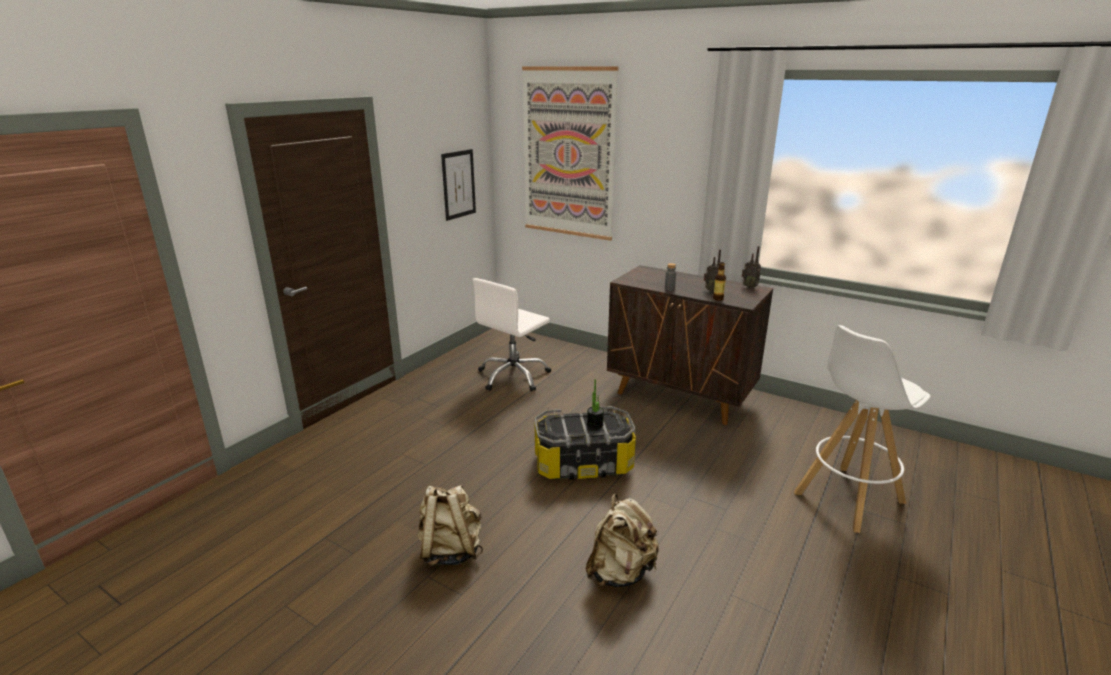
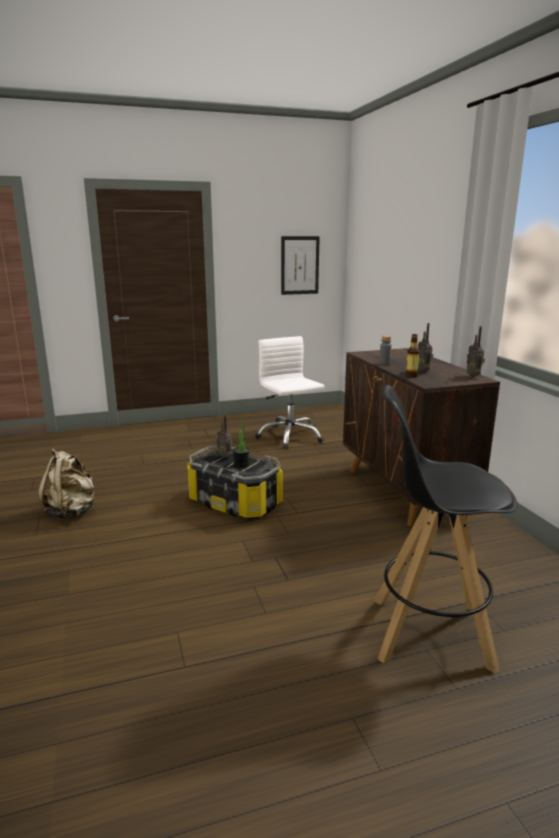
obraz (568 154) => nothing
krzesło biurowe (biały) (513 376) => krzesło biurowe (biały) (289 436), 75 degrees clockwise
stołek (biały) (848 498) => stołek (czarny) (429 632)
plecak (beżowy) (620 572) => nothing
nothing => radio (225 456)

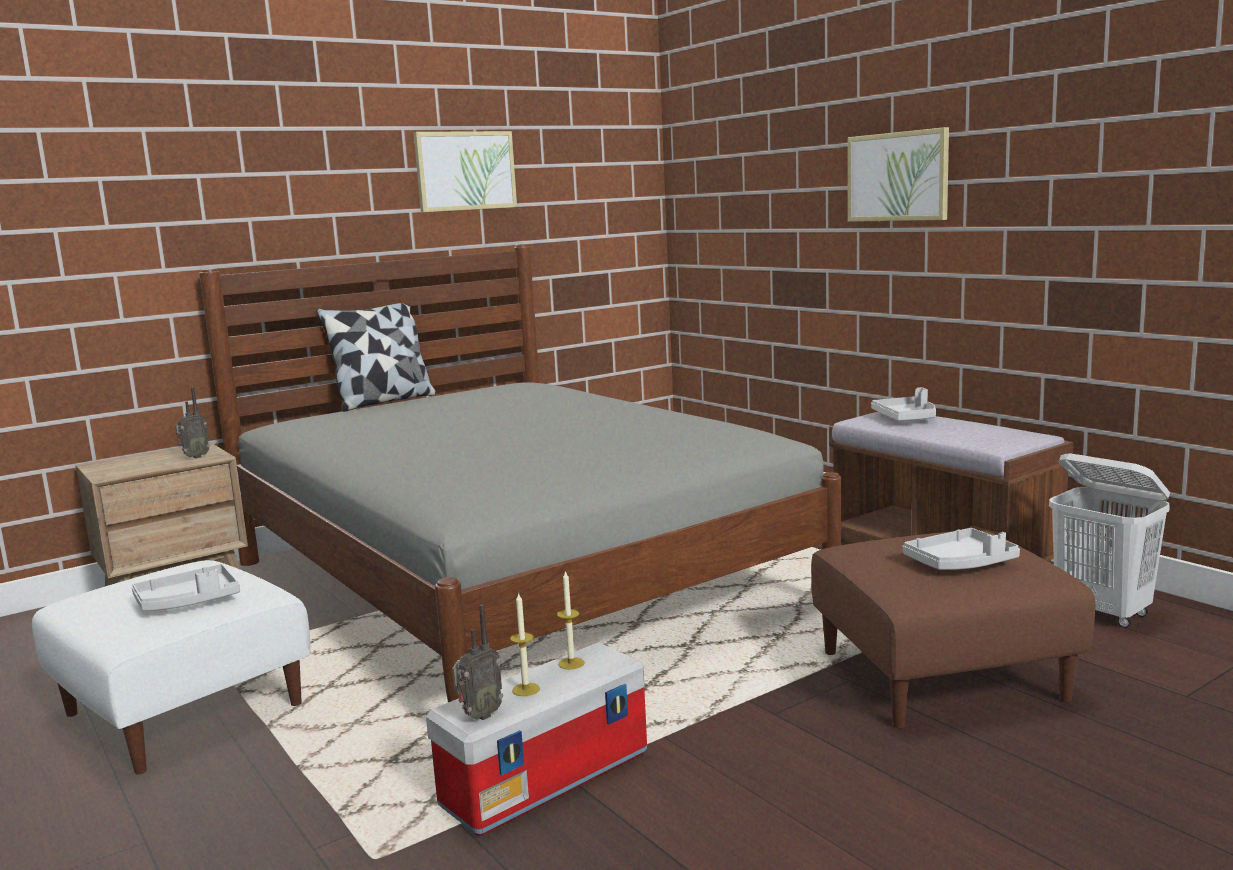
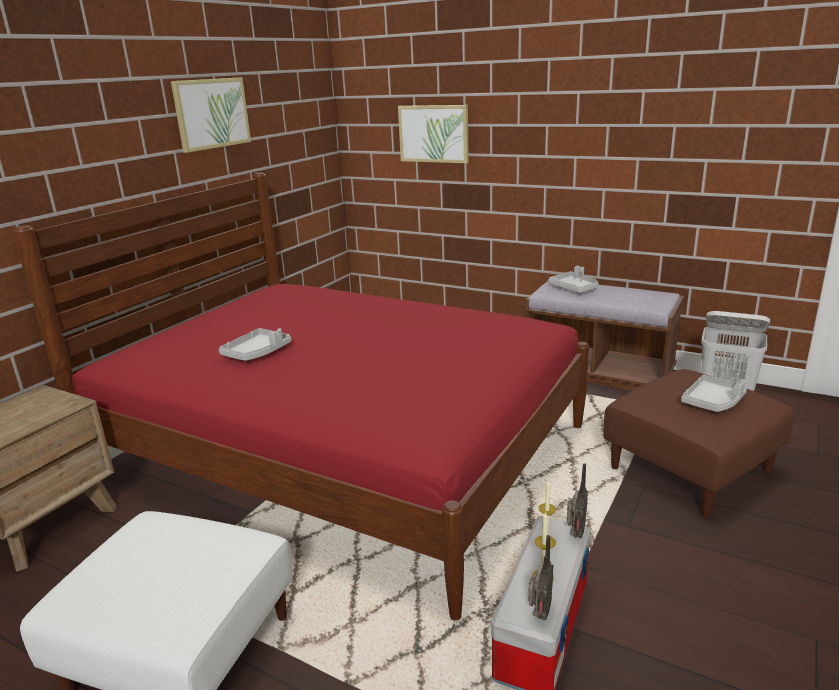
obraz (898 176) => obraz (433 134), shifted
łóżko (szary) (512 582) => łóżko (czerwony) (343 452)
poduszka (383 401) => nothing
radio (194 457) => radio (575 534), shifted
taca (szary) (189 602) => taca (szary) (257 353), shifted

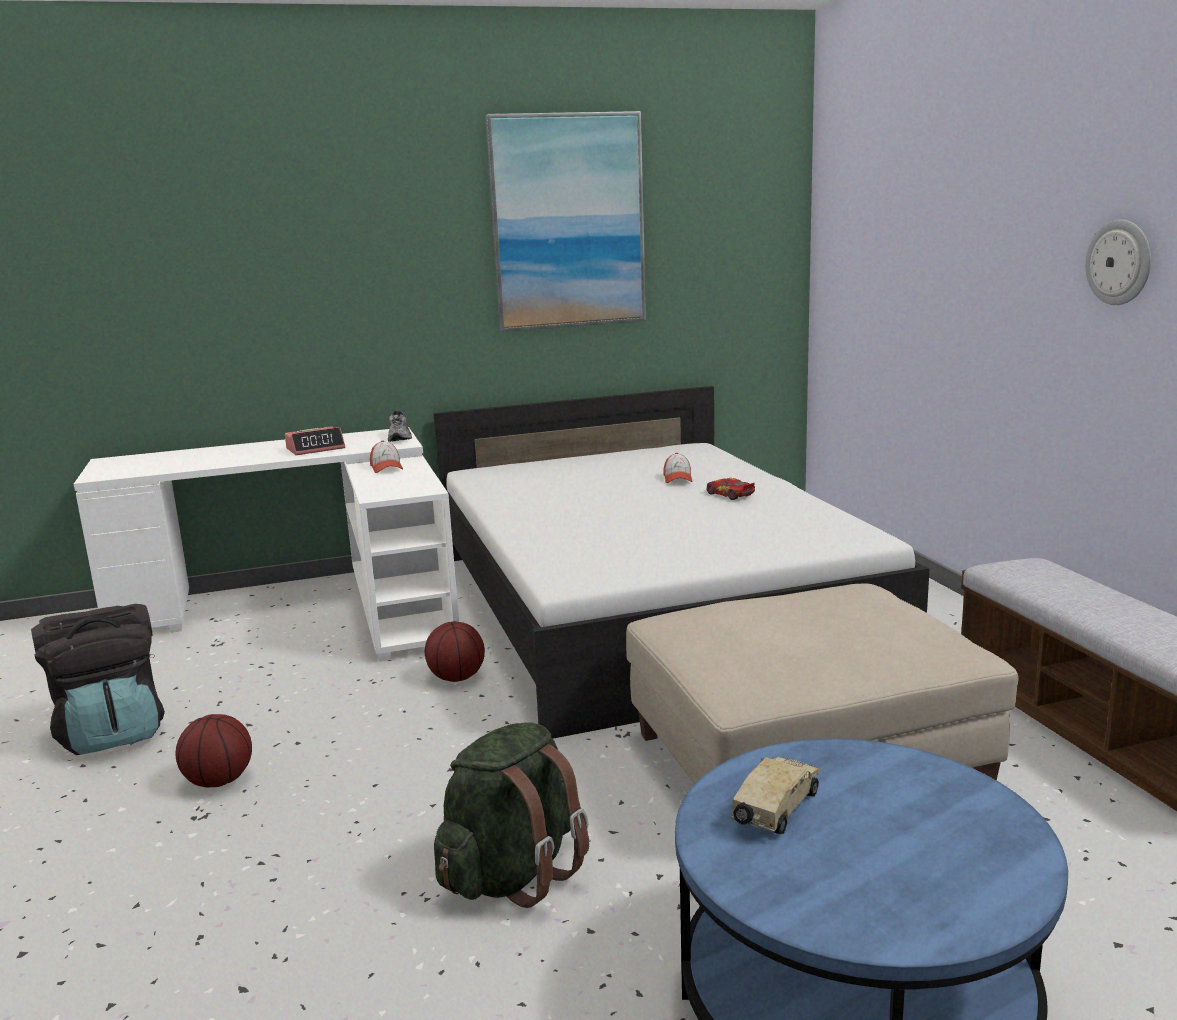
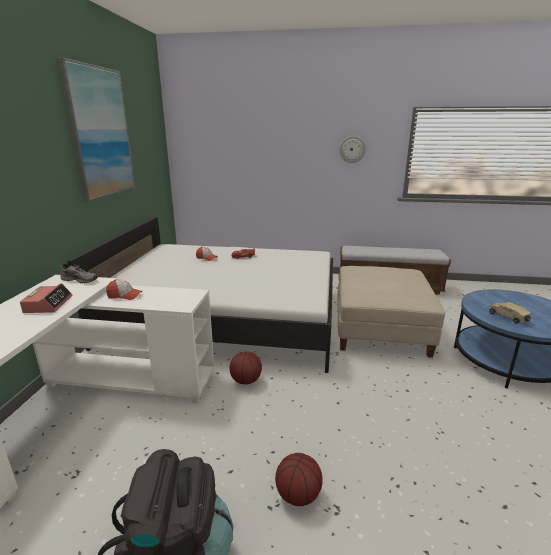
plecak (zielony) (513 874) => nothing

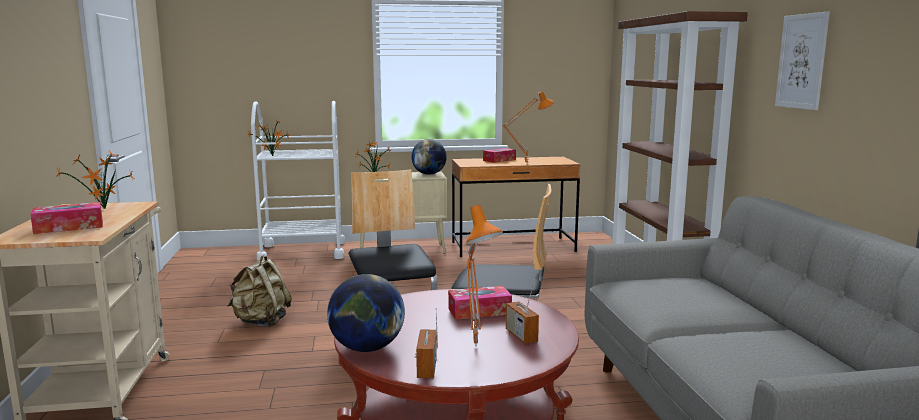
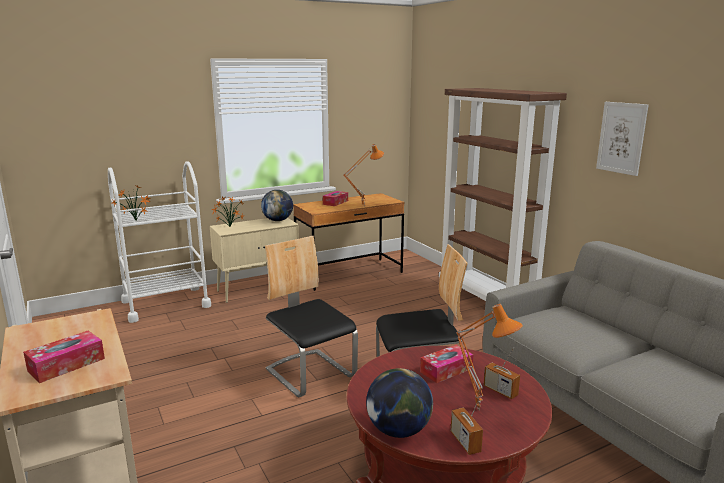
roślina doniczkowa (103 210) => nothing
plecak (beżowy) (261 322) => nothing

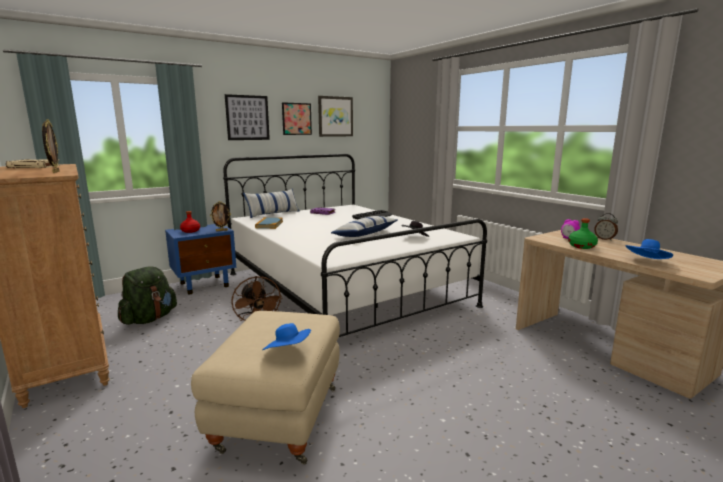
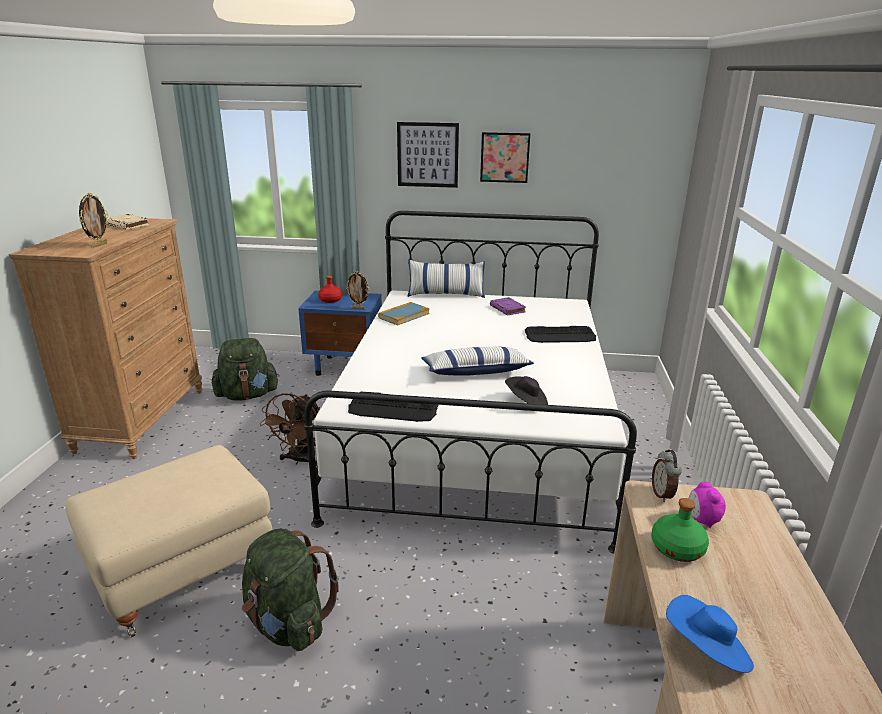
obraz (335 116) => nothing
budzik (604 239) => budzik (663 494), shifted
kapelusz (niebieski) (288 352) => nothing
nothing => klawiatura (393 408)
nothing => plecak (zielony) (288 623)

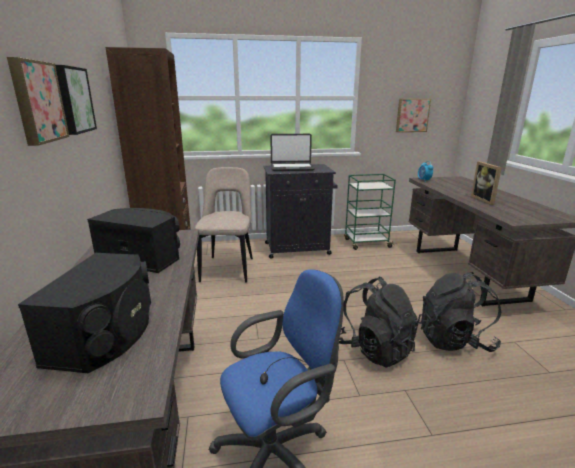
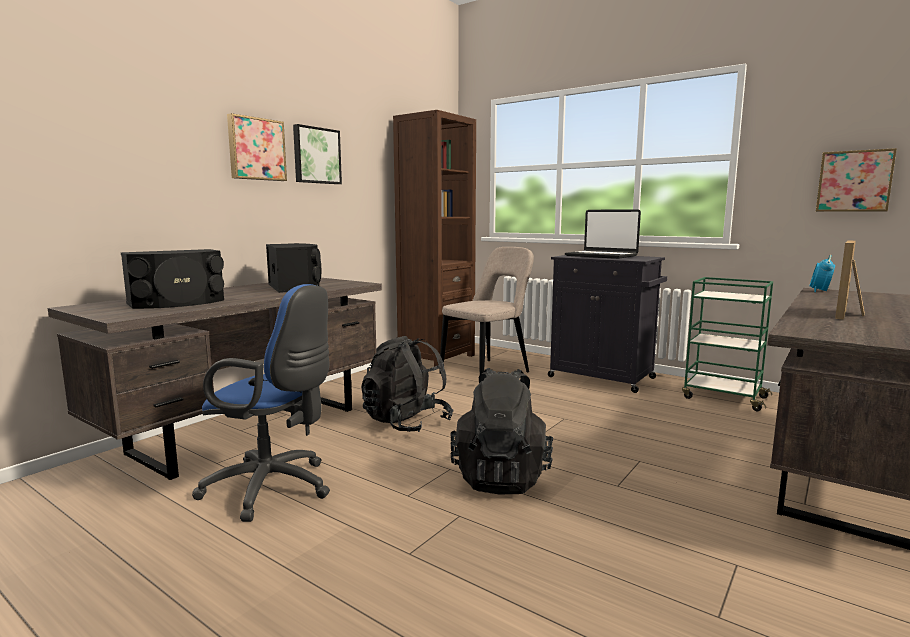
plecak (czarny) (454 340) => plecak (czarny) (406 422), shifted

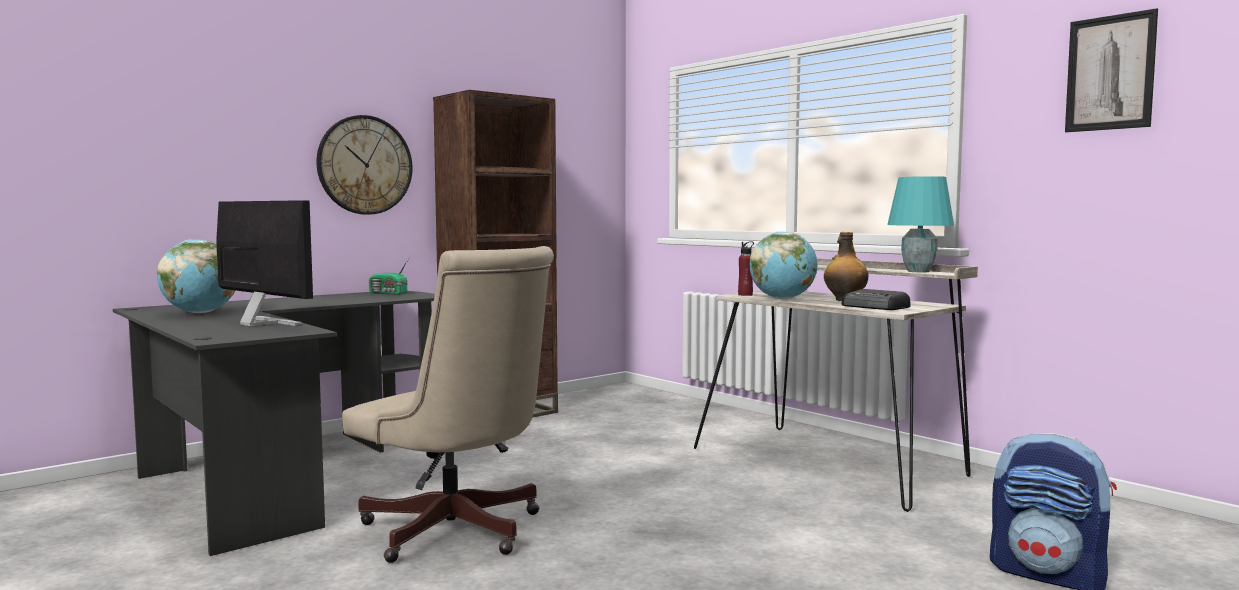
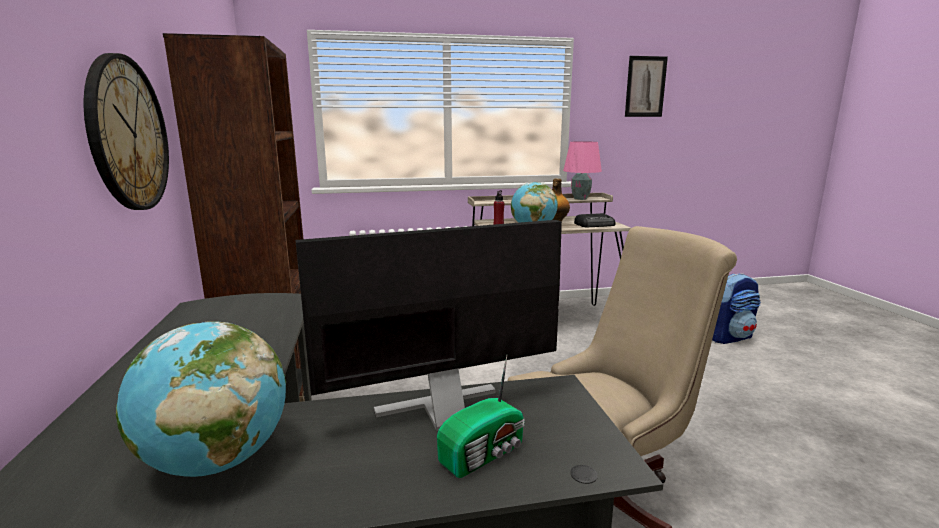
lampa stołowa (turkusowy) (918 271) => lampa stołowa (różowy) (581 199)
radio (388 293) => radio (485 453), shifted

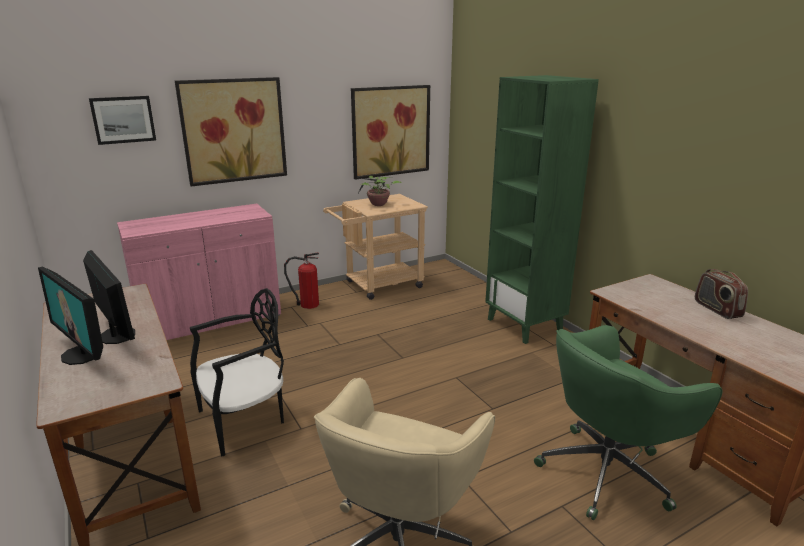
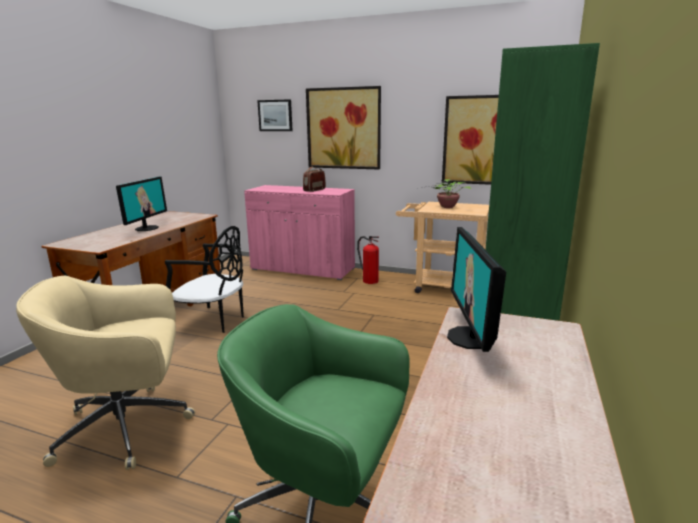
monitor (82 354) => monitor (470 338), shifted
radio (717 309) => radio (314 190), shifted

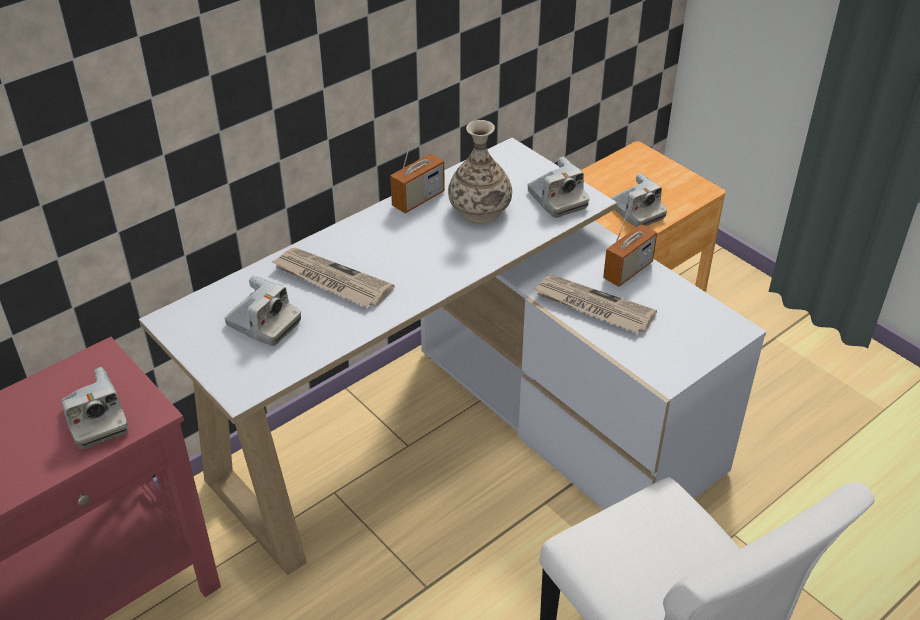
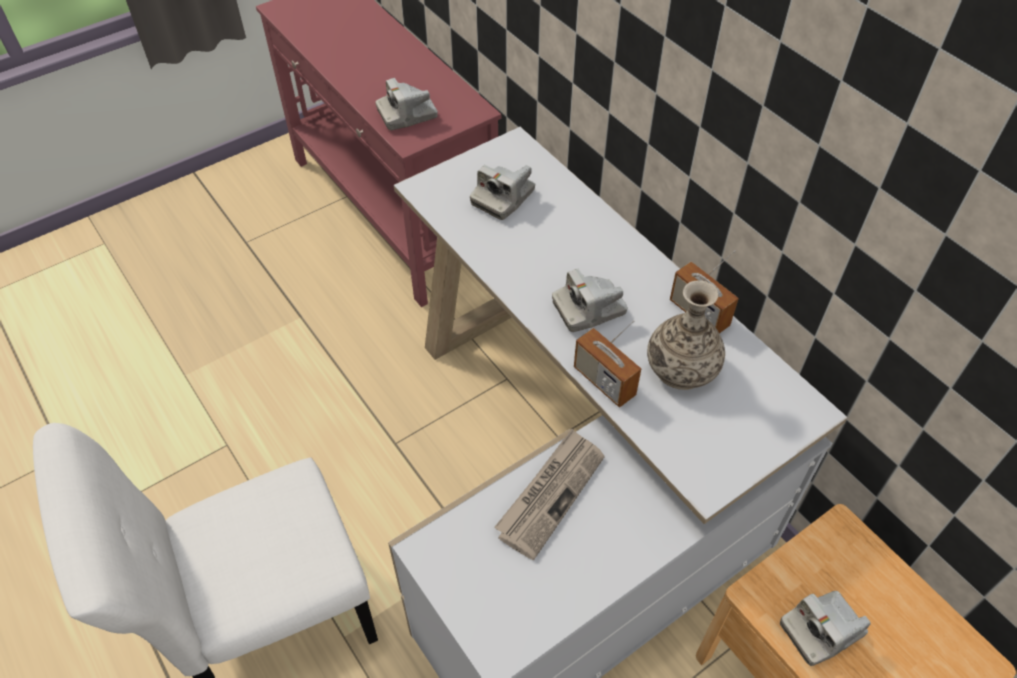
aparat fotograficzny (557 200) => aparat fotograficzny (589 309), shifted
radio (628 271) => radio (604 381), shifted
gazeta (331 280) => nothing

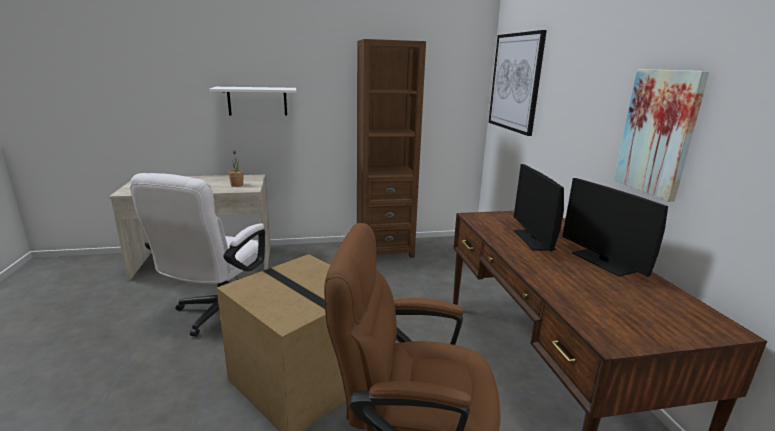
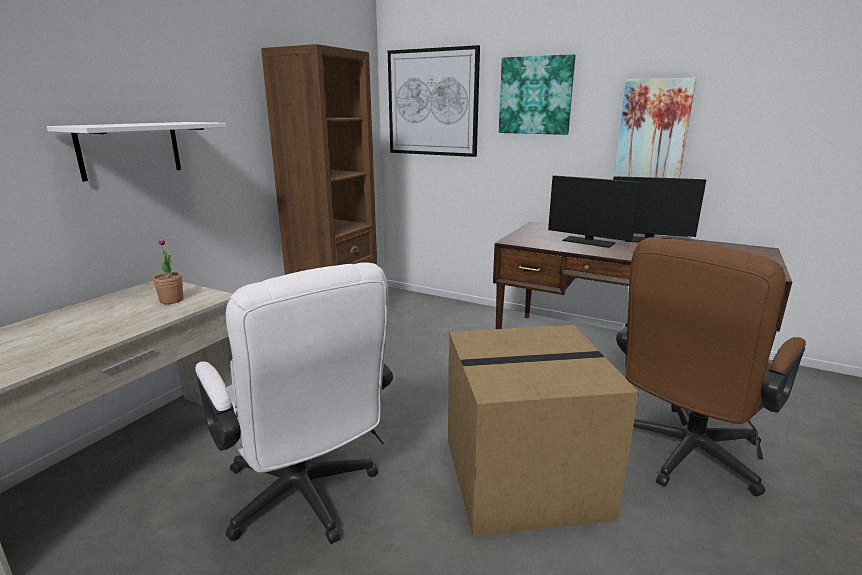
nothing => obraz (535 95)

